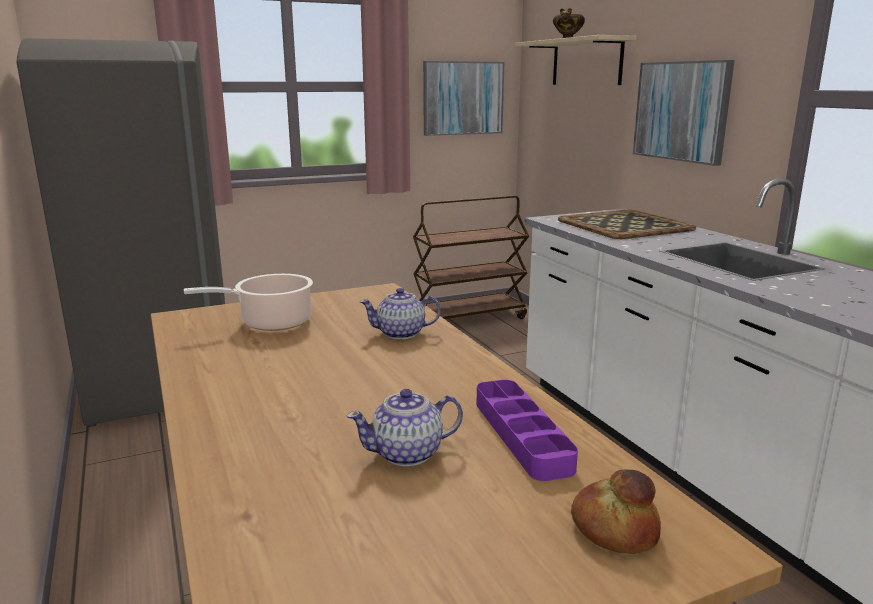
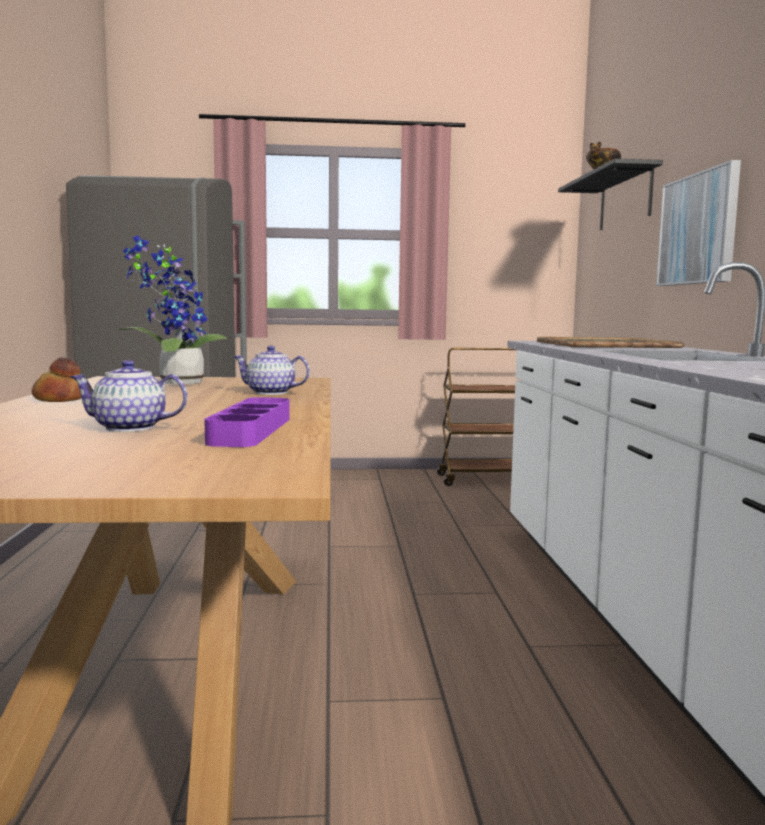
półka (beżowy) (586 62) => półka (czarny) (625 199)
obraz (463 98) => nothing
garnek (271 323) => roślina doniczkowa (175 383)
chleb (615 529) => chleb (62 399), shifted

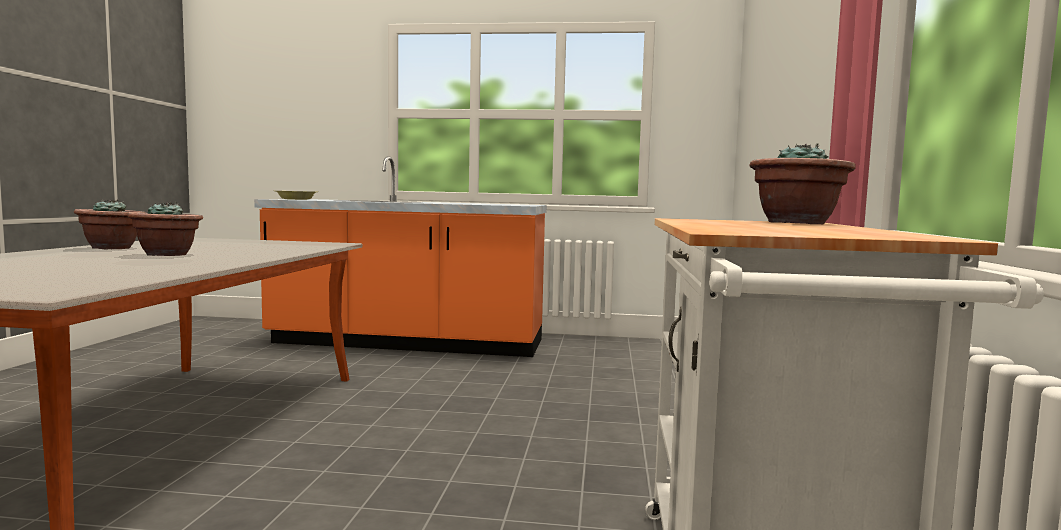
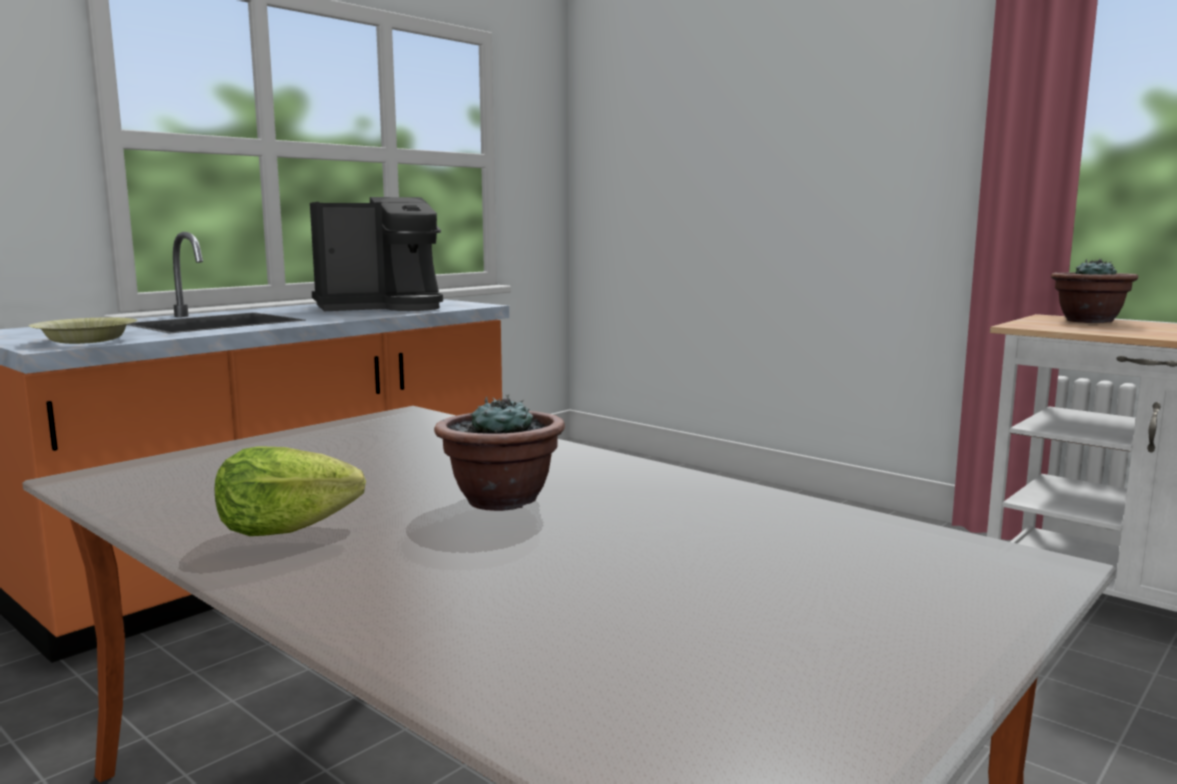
roślina doniczkowa (112 248) => sałata (284 529)
nothing => ekspres do kawy (381 307)

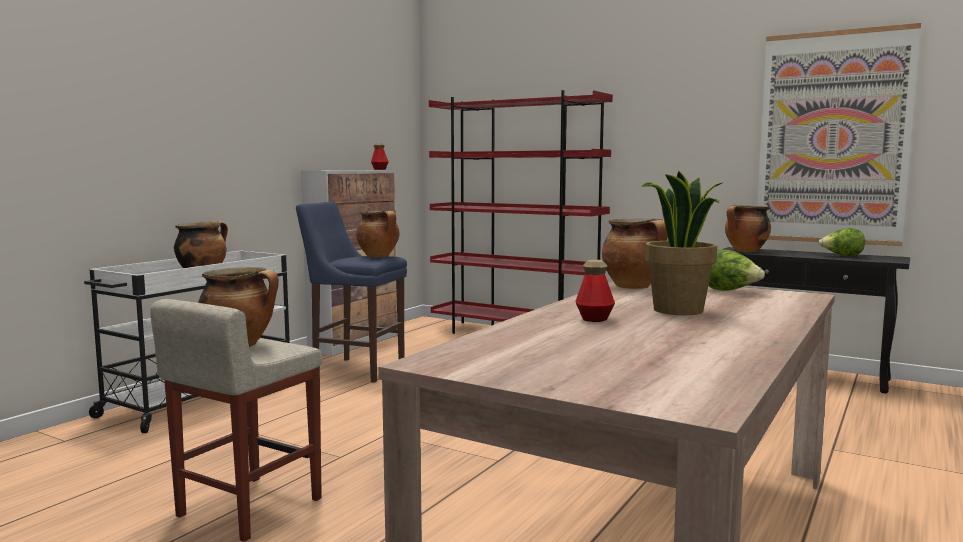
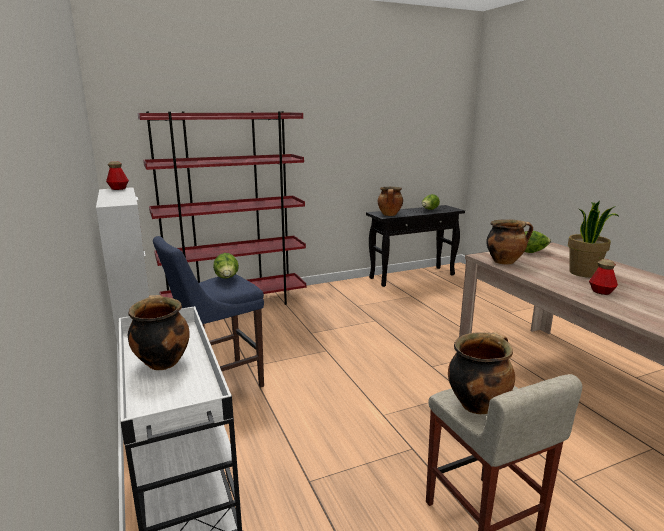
obraz (832 138) => nothing
garnek (379 256) => sałata (227 279)

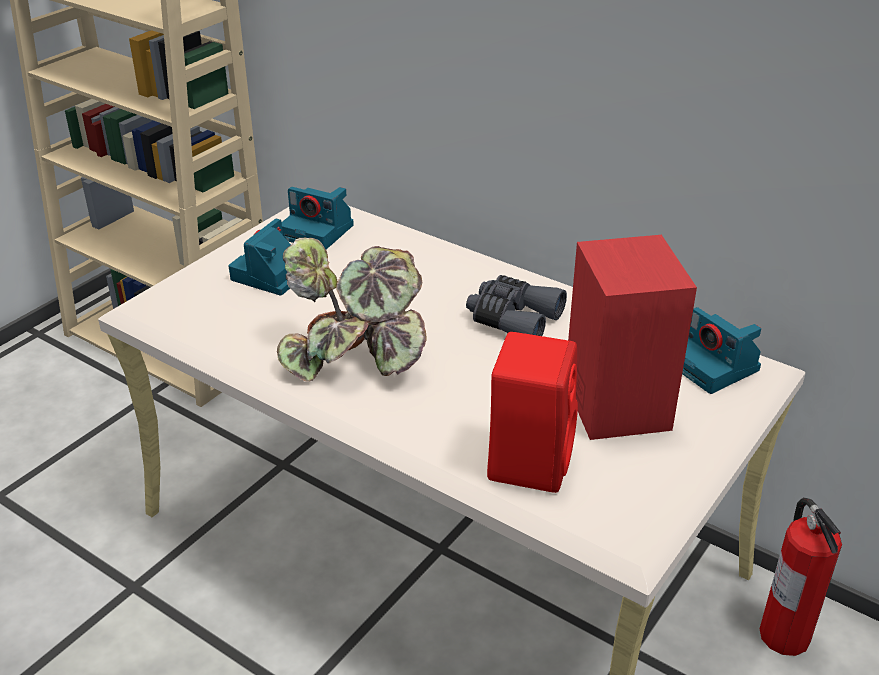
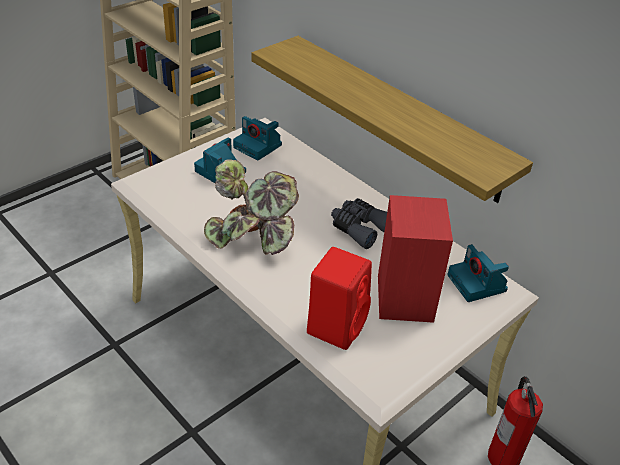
nothing => półka (398 116)

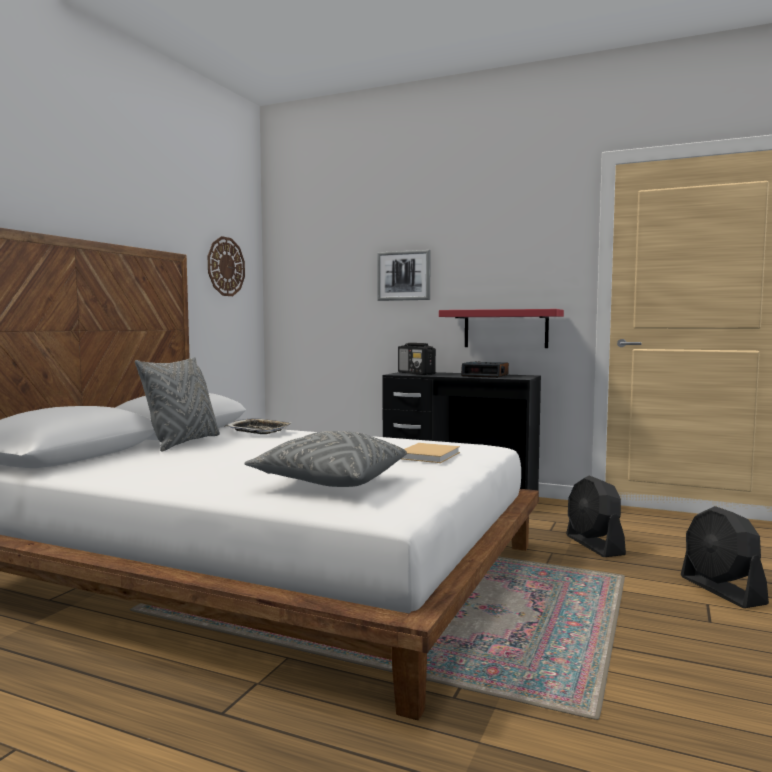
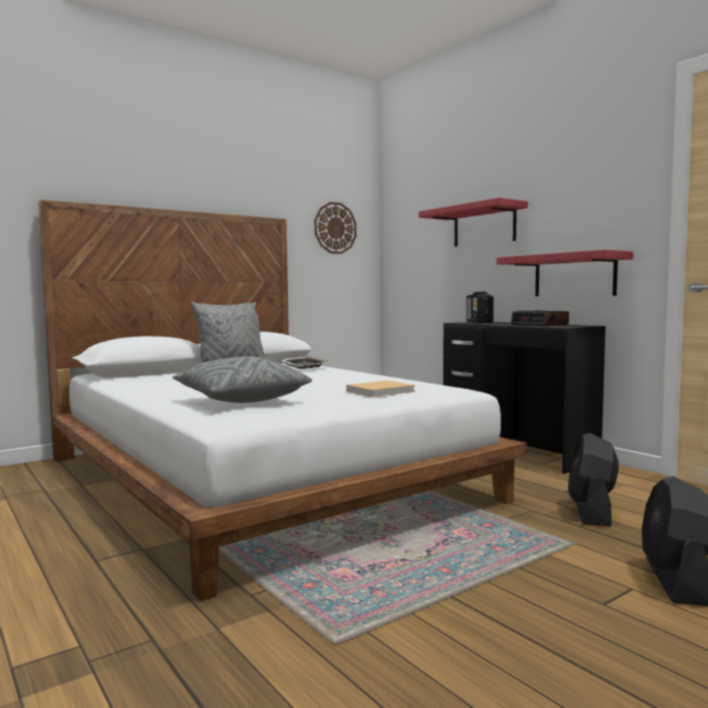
obraz (404 275) => półka (czerwony) (484 226)

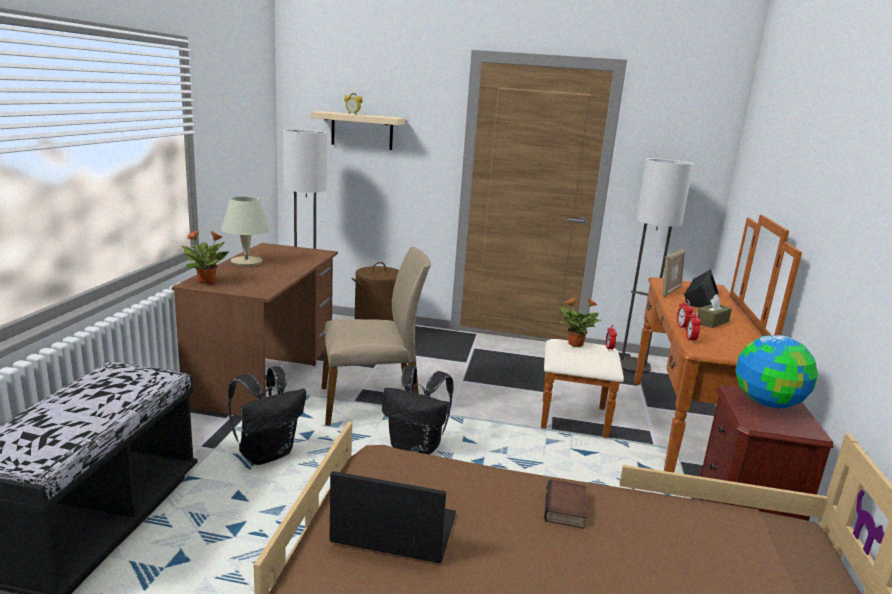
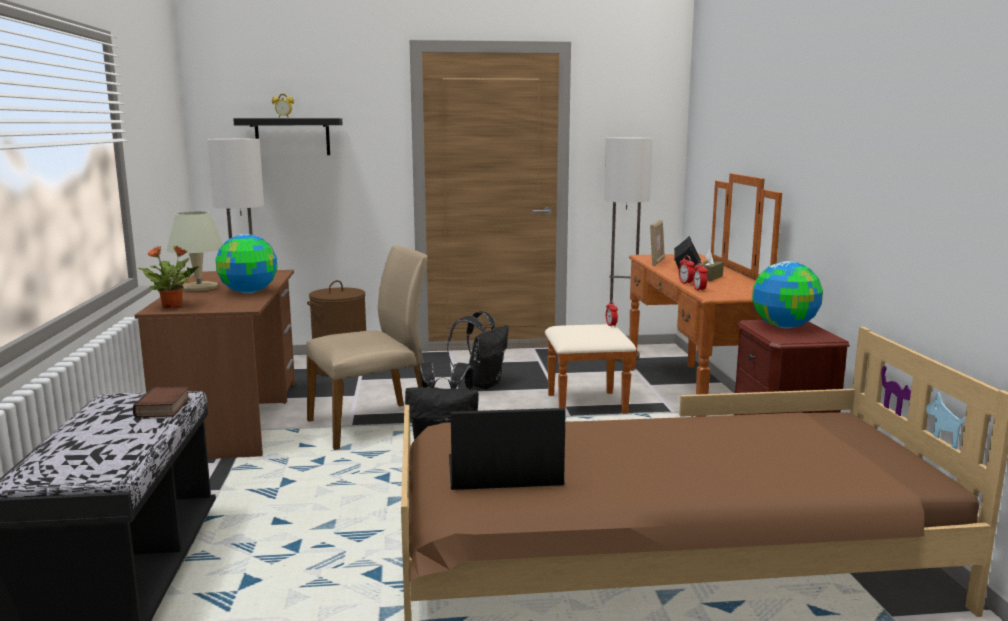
półka (beżowy) (362 131) => półka (czarny) (292 137)
roślina doniczkowa (575 344) => nothing
plecak (czarny) (267 453) => plecak (czarny) (482 384), shifted
książka (566 509) => książka (164 408), shifted
nothing => globus (249 292)

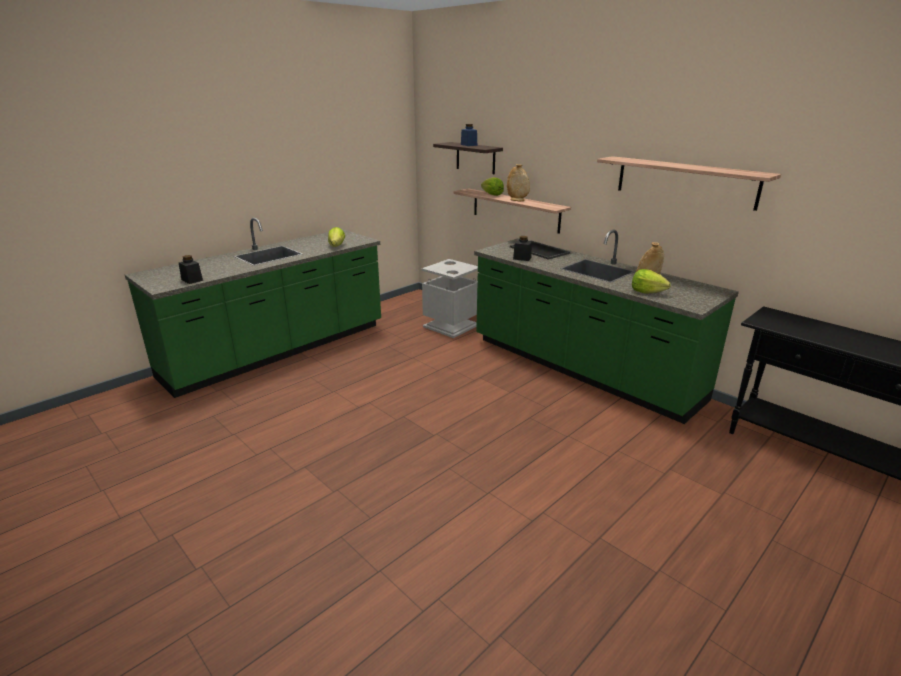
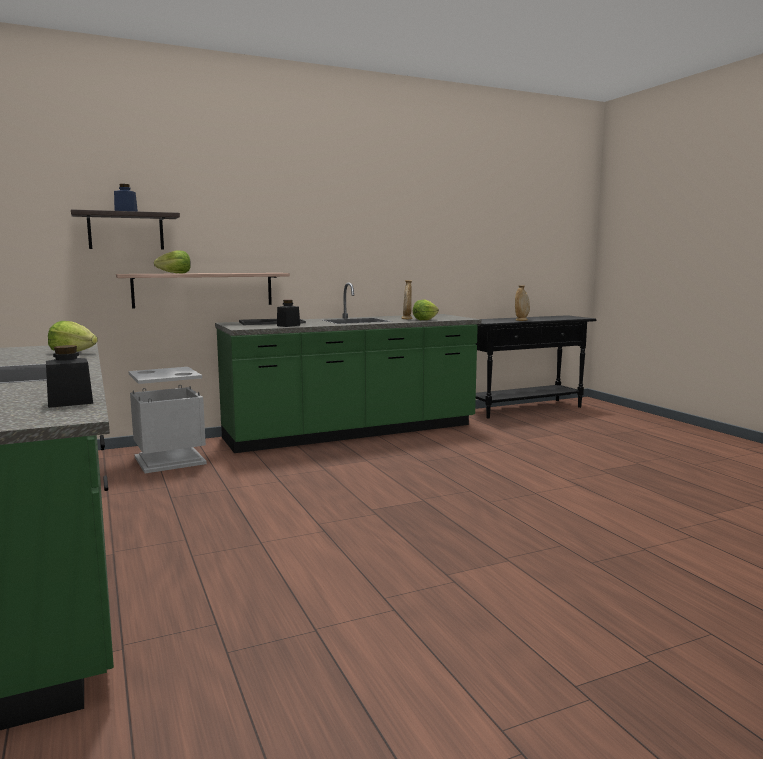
półka (685 182) => nothing
wazon (beżowy) (517 200) => wazon (beżowy) (521 320), shifted

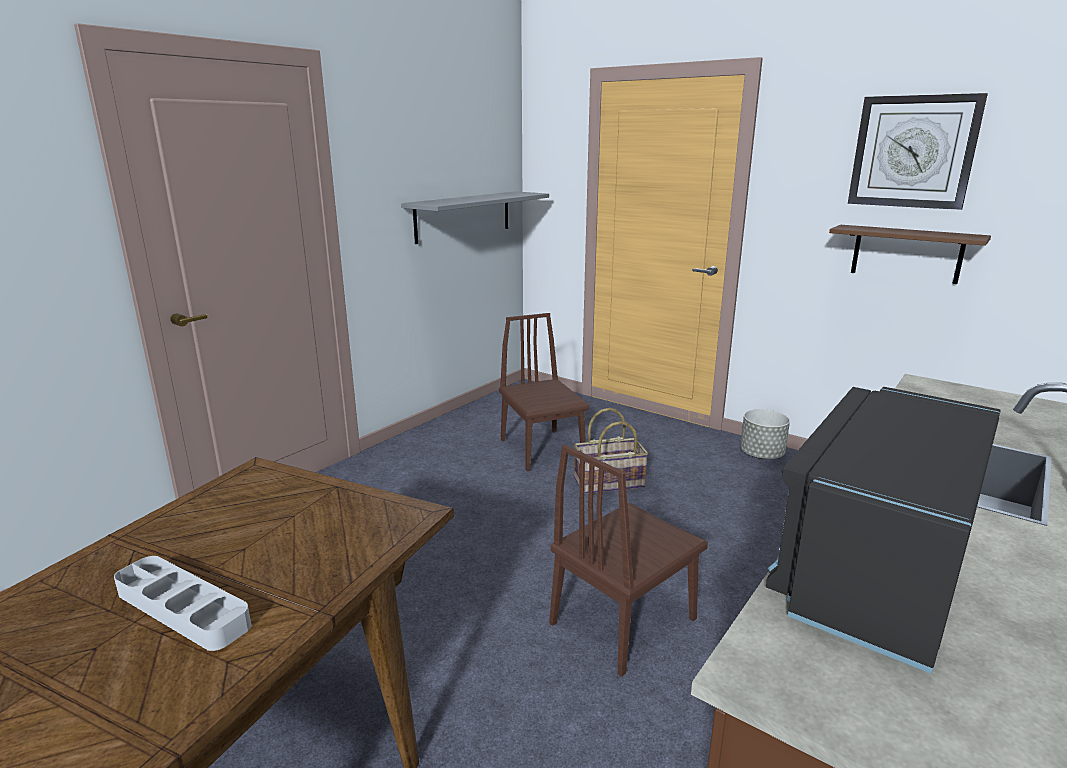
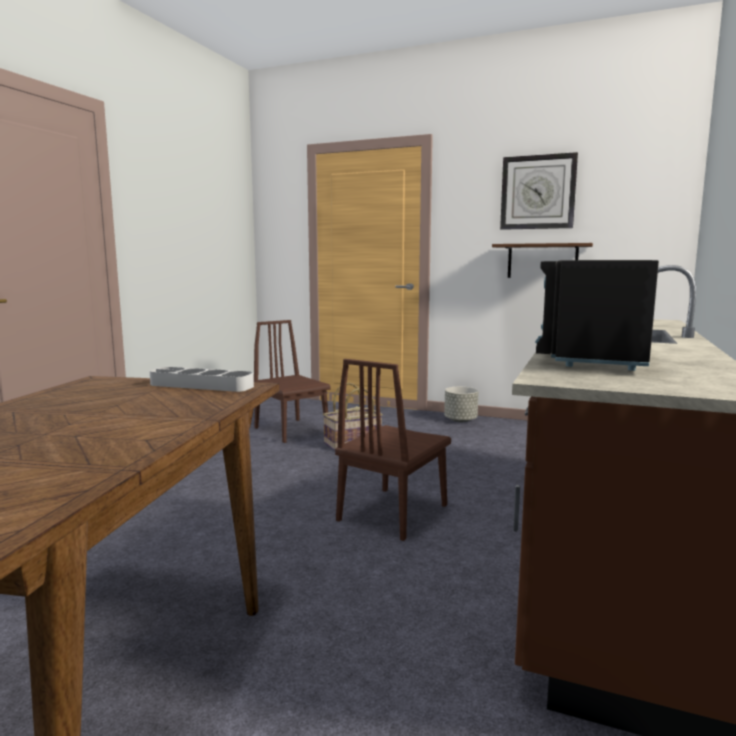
półka (szary) (463 216) => nothing
taca (szary) (182 608) => taca (szary) (201 385), shifted

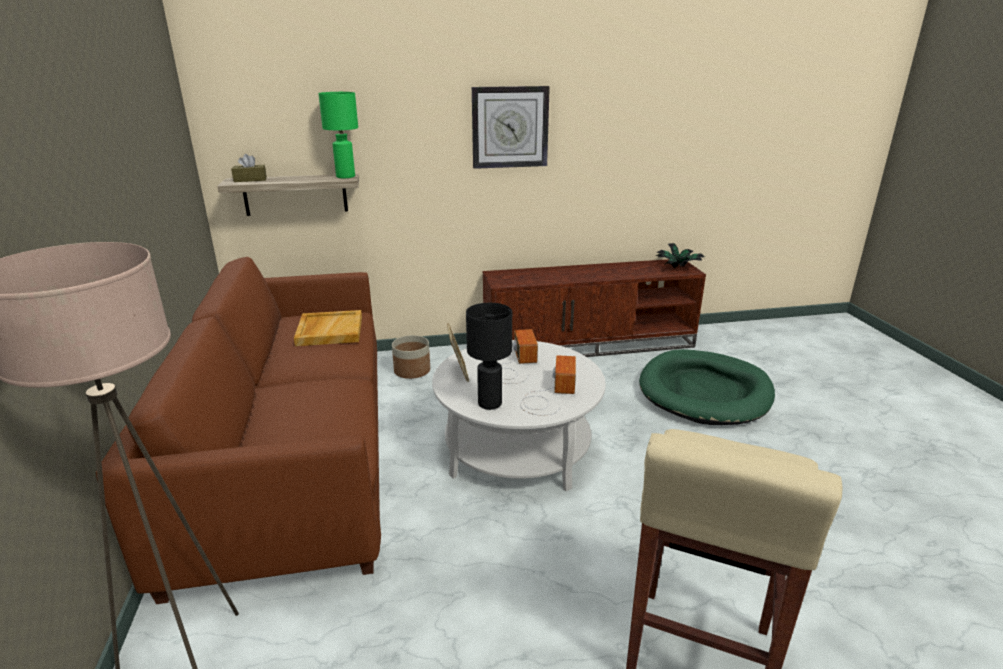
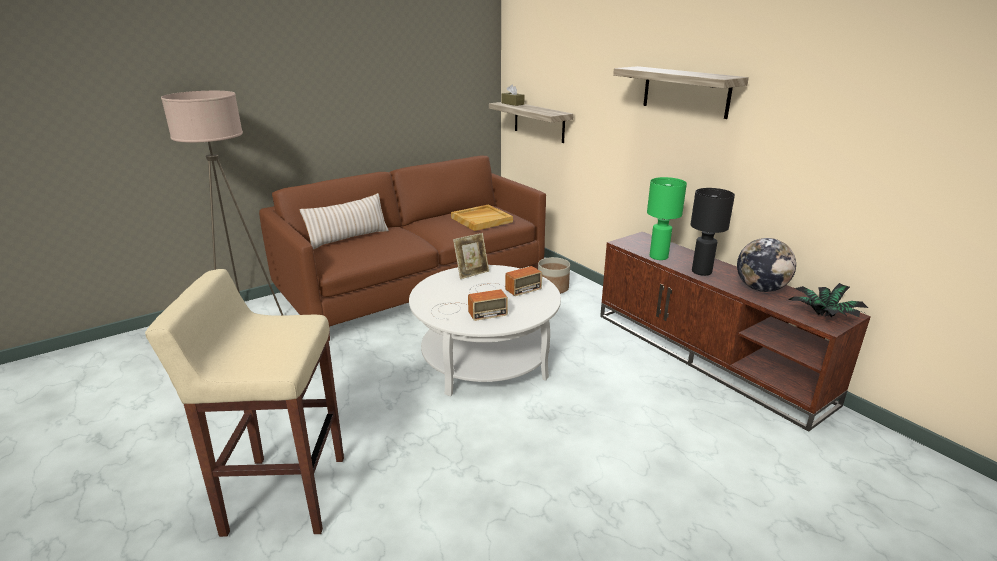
zegar ścienny (510 127) => półka (685 91)
lampa stołowa (zielony) (345 177) => lampa stołowa (zielony) (658 257), shifted
lampa stołowa (czarny) (490 403) => lampa stołowa (czarny) (702 272), shifted
legowisko (zielony) (704 392) => nothing
nothing => poduszka (beżowy) (348 238)
nothing => globus (760 289)

